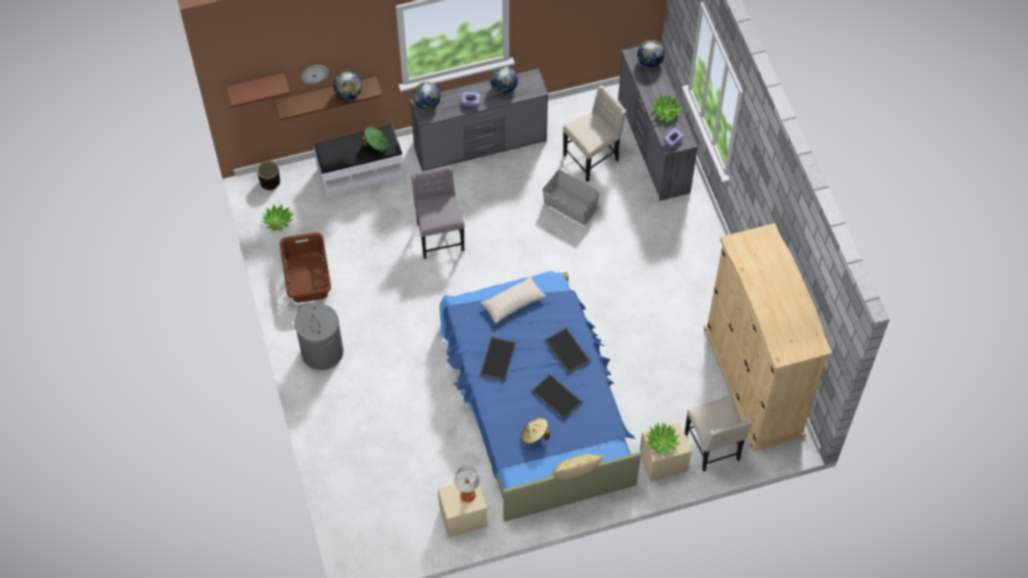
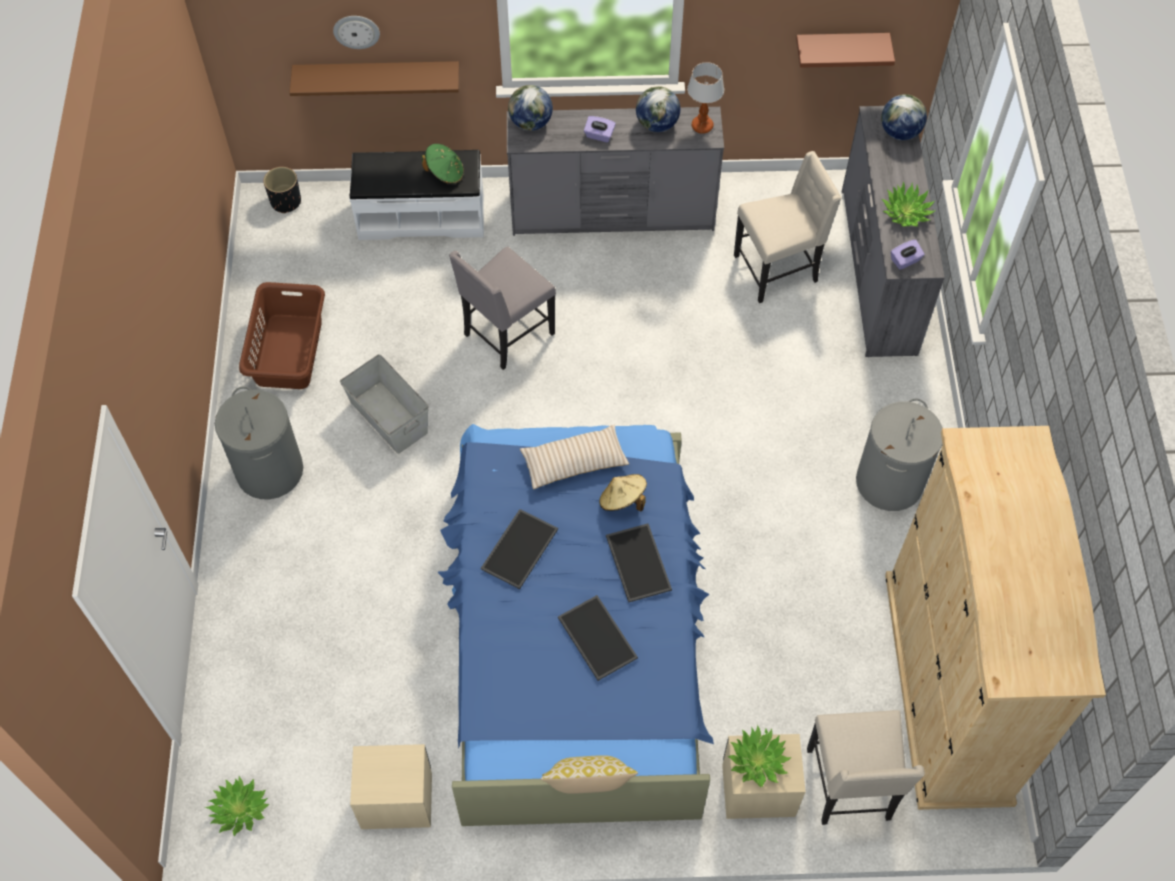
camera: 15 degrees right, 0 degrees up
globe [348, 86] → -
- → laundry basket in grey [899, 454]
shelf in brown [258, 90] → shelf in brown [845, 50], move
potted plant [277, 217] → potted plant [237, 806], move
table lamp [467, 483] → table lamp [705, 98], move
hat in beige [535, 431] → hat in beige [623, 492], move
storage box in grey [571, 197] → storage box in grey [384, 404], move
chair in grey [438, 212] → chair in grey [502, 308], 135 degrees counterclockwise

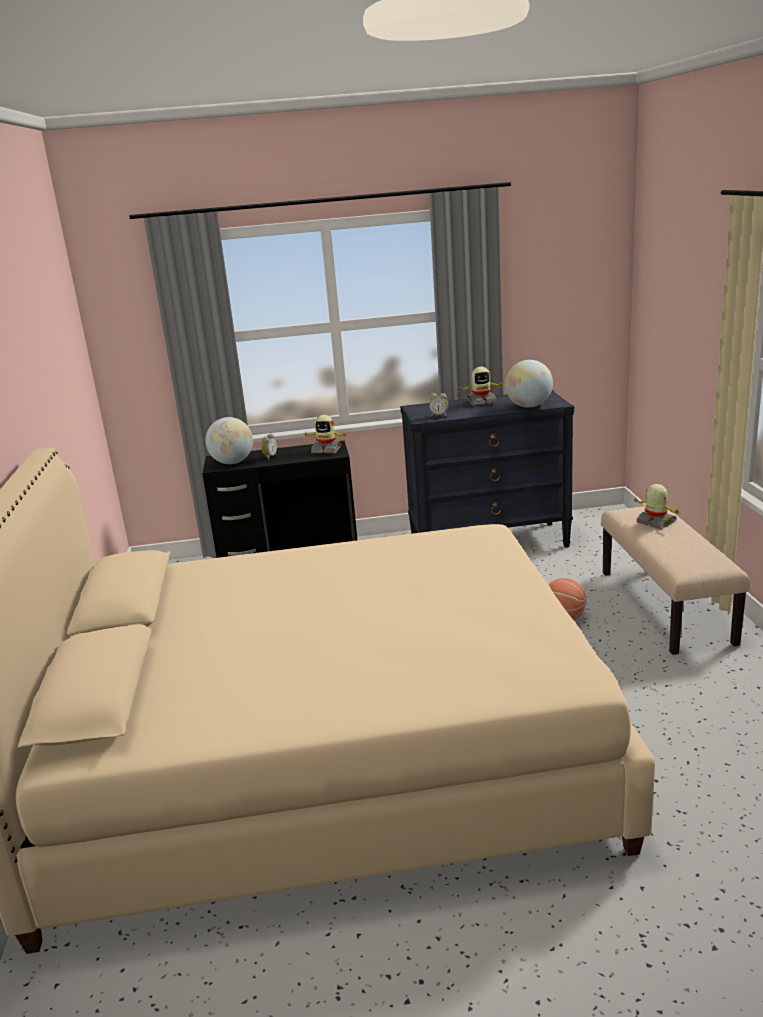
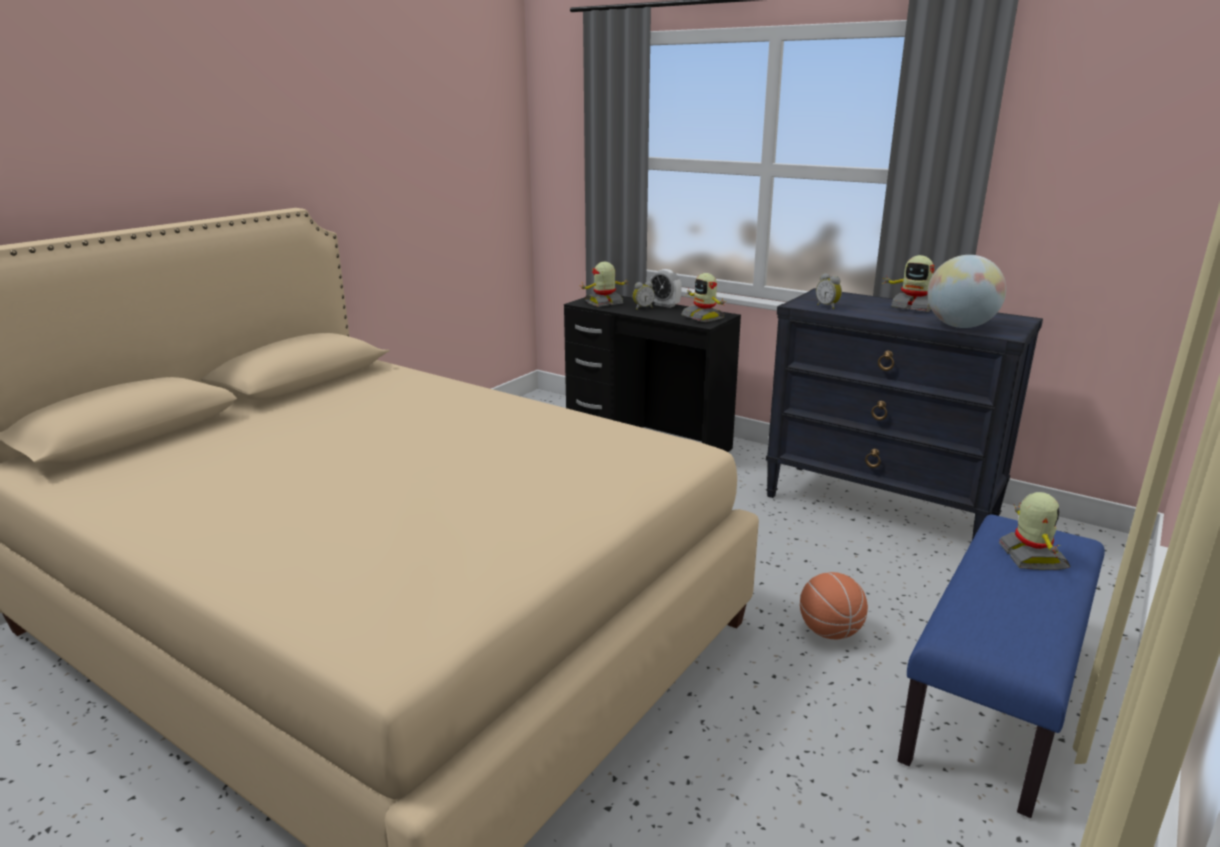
camera: 40 degrees right, 0 degrees up
- → alarm clock [665, 288]
globe [229, 440] → toy robot [605, 284]
bench in beige [675, 580] → bench in blue [1001, 666]

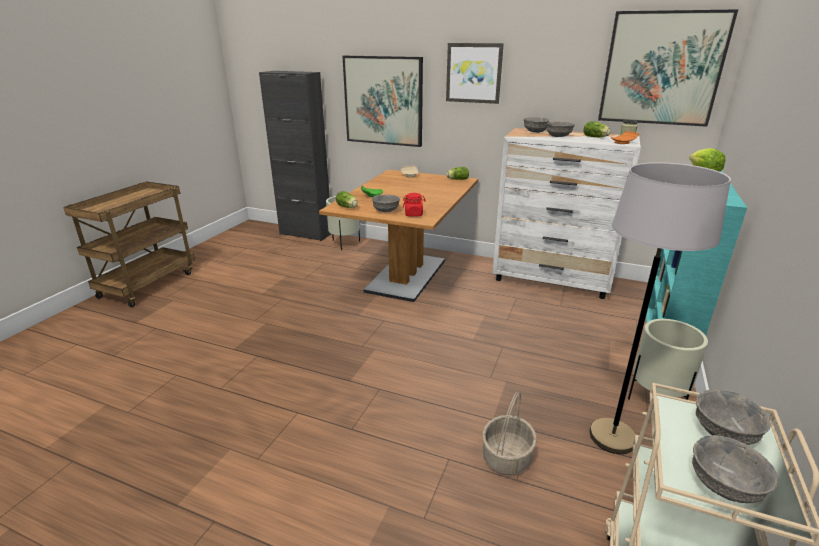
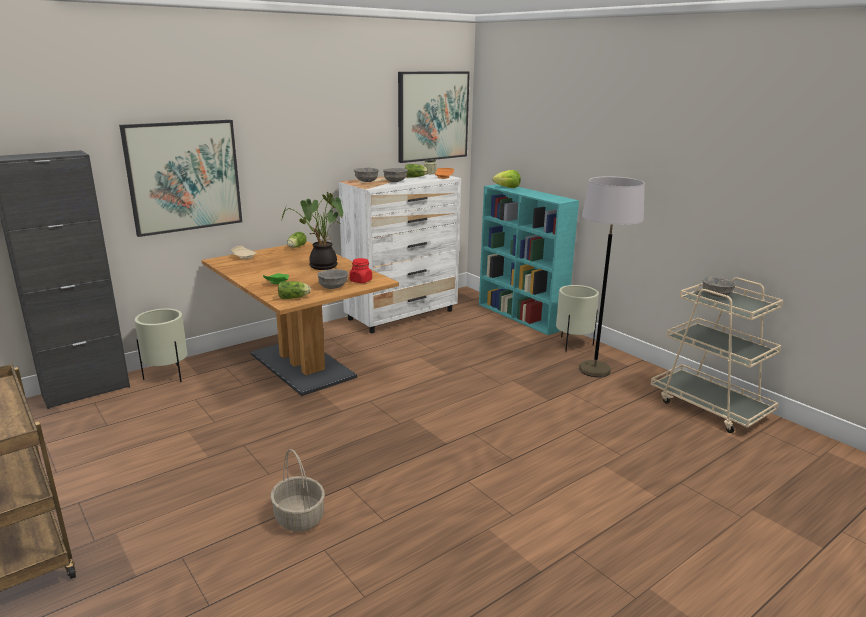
camera: 60 degrees left, 5 degrees down
picture [475, 73] → -
bowl in grey [735, 469] → -
- → potted plant [312, 231]
basket [509, 433] → basket [297, 490], move

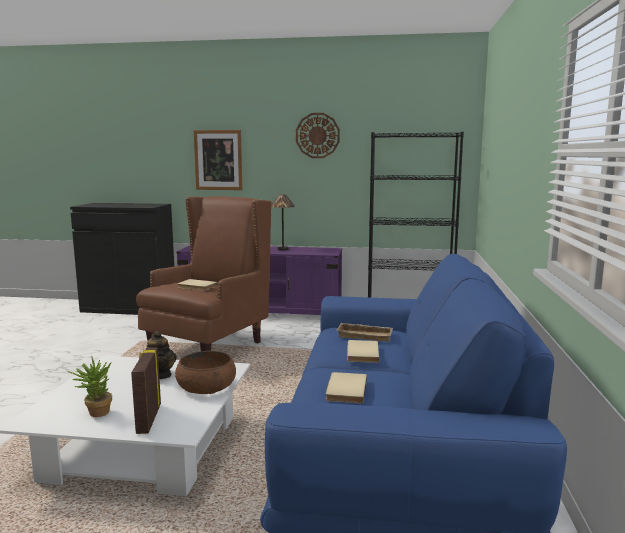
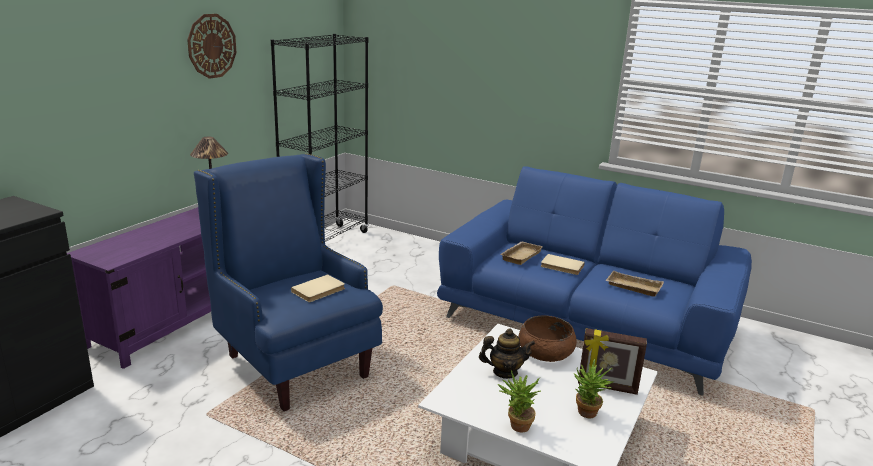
camera: 70 degrees left, 10 degrees up
picture [218, 160] → -
- → potted plant [519, 401]
book in beige [346, 387] → tray in beige [635, 283]
armchair in brown [203, 273] → armchair in blue [288, 282]

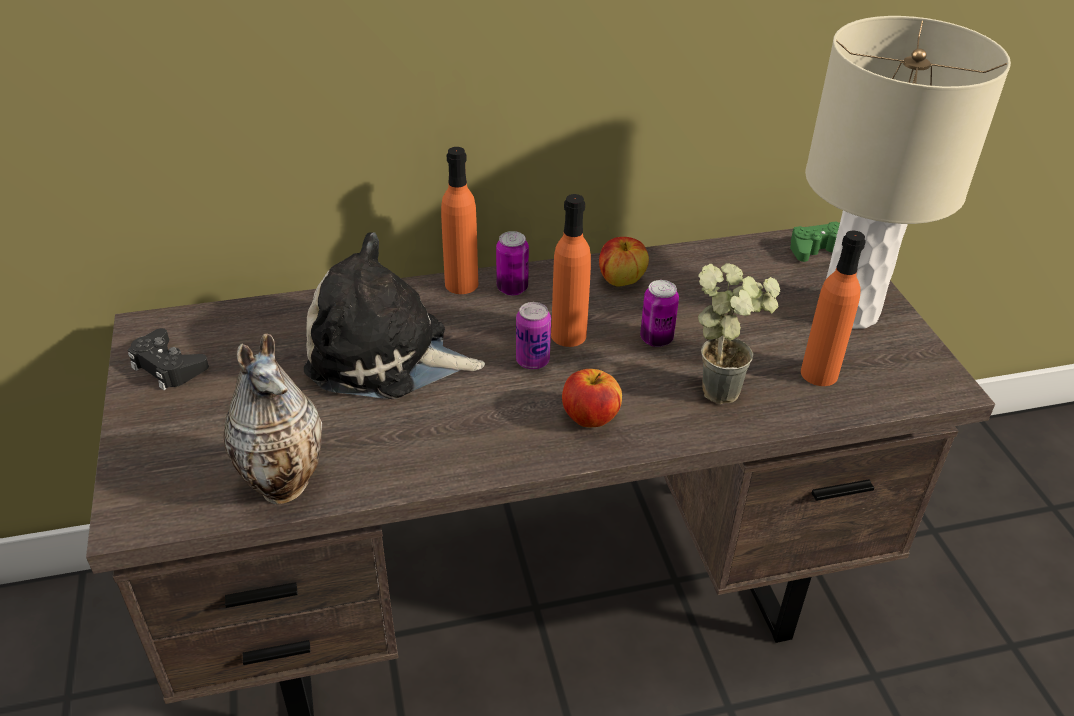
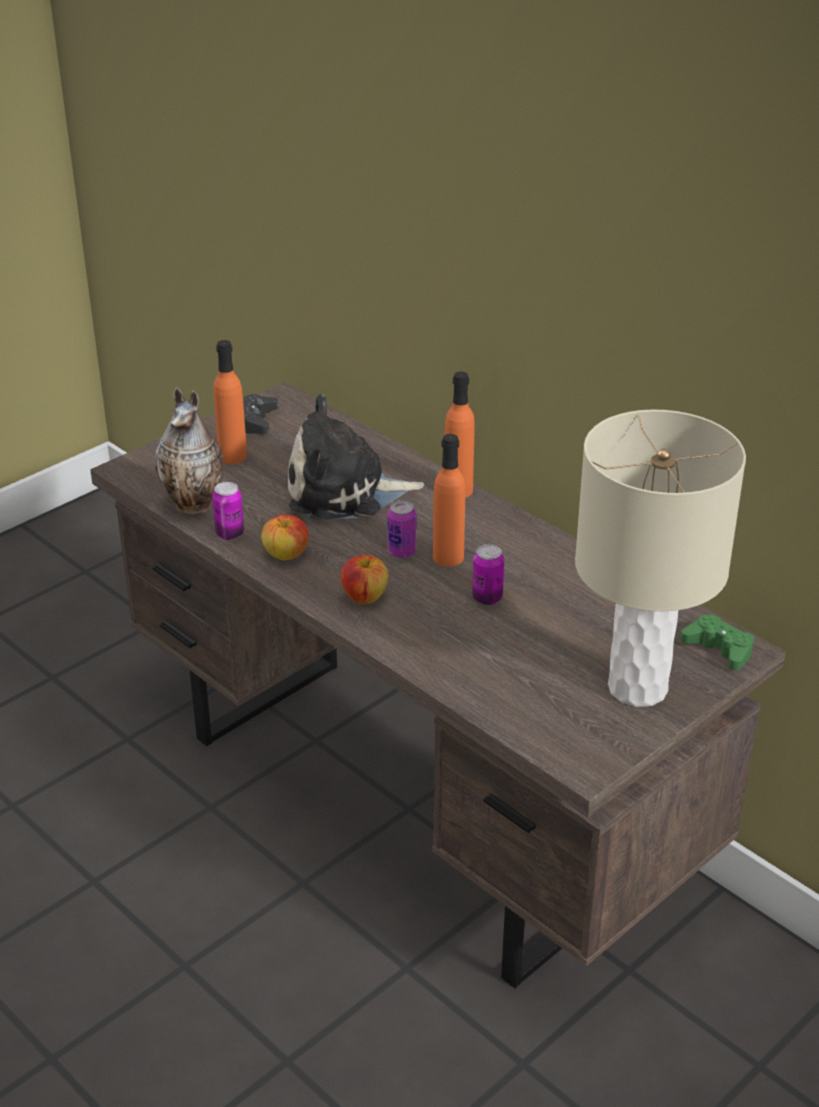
camera: 60 degrees right, 5 degrees down
potted plant [739, 333] → -
can [512, 263] → can [228, 511], move
apple [624, 262] → apple [285, 538], move
bottle in orange [833, 308] → bottle in orange [230, 402], move
plush toy [394, 315] → plush toy [356, 457], 75 degrees counterclockwise

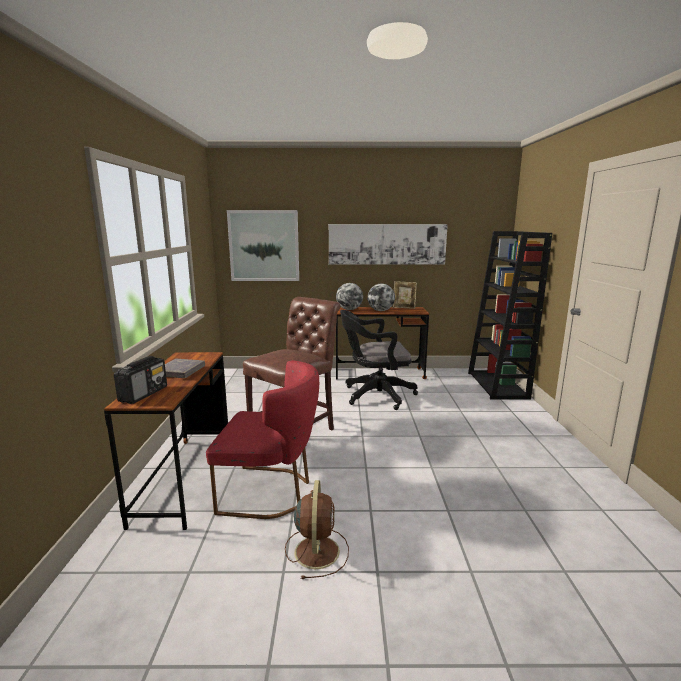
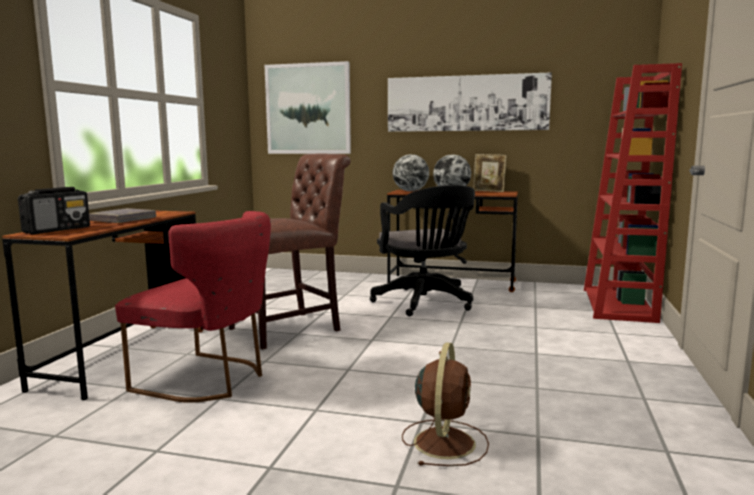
camera: 15 degrees right, 5 degrees down
fan in brown [317, 529] → fan in brown [445, 404], move
bookcase in black [510, 315] → bookcase in red [633, 193]
office chair in black [379, 360] → office chair in black [422, 250], 120 degrees counterclockwise

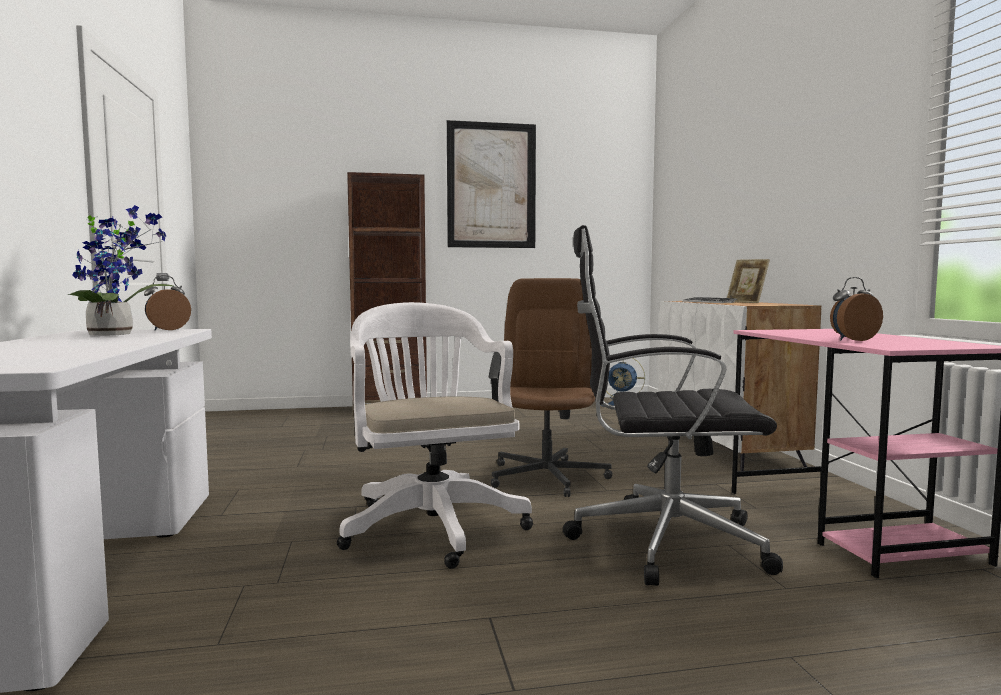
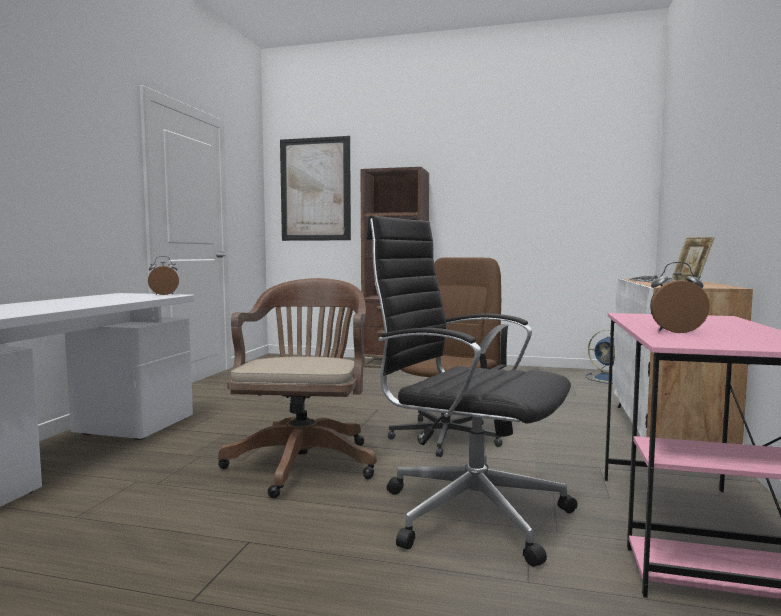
camera: 25 degrees right, 0 degrees up
potted plant [121, 270] → -
picture [491, 184] → picture [315, 188], move
office chair in white [435, 435] → office chair in brown [297, 388]

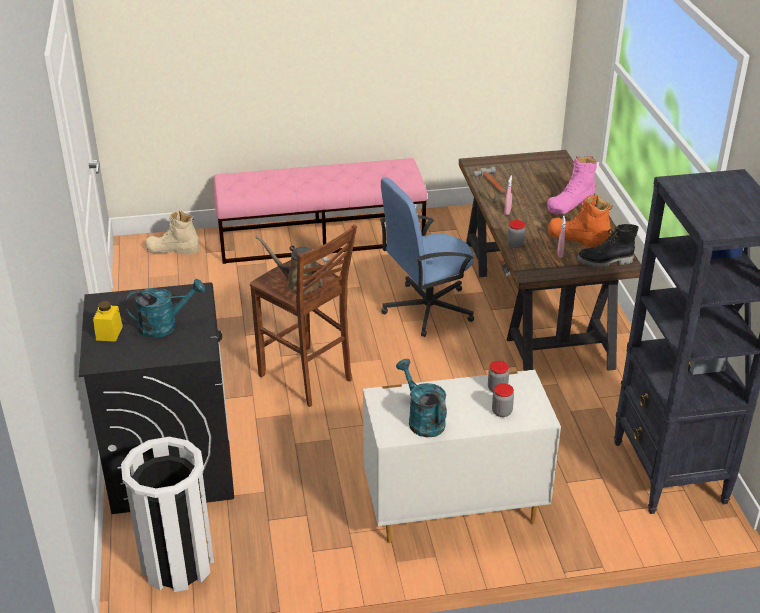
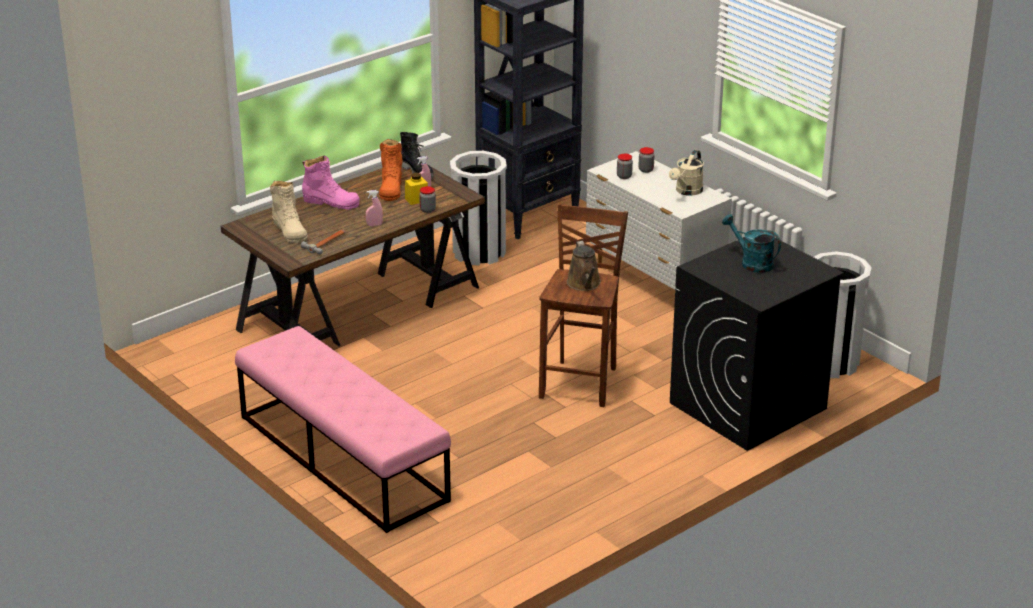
camera: 120 degrees left, 5 degrees down
office chair in blue [427, 257] → -
- → trash can in white [478, 208]
jar in yellow [108, 321] → jar in yellow [416, 189], move
boot in beige [172, 232] → boot in beige [288, 212], move
watering can in turquoise [421, 398] → watering can in beige [686, 173]

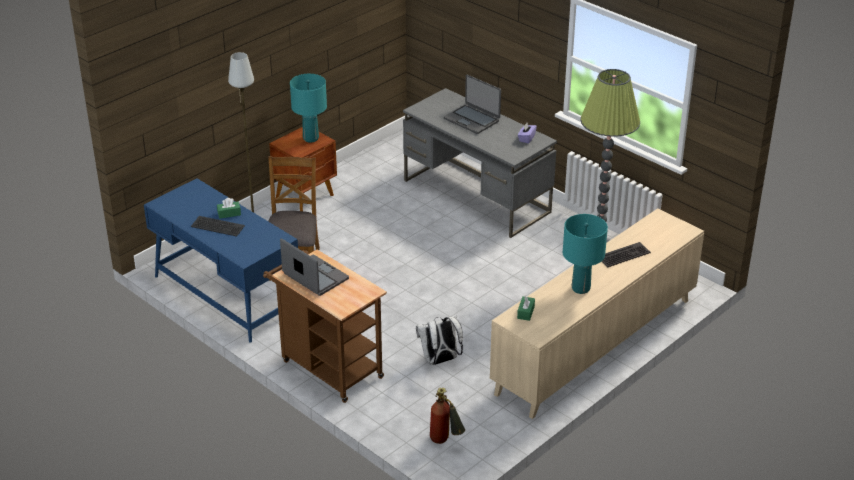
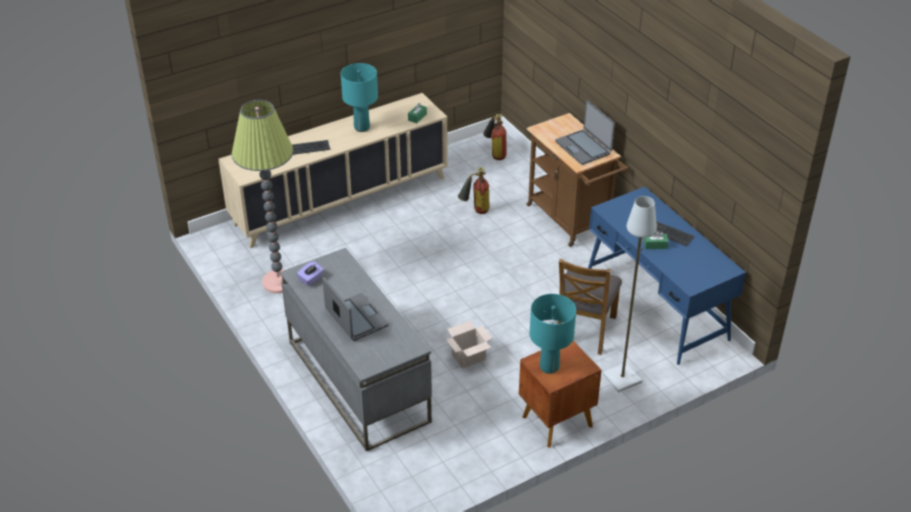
camera: 165 degrees left, 5 degrees up
- → cardboard box [469, 345]
backpack in white [439, 340] → fire extinguisher [474, 190]

